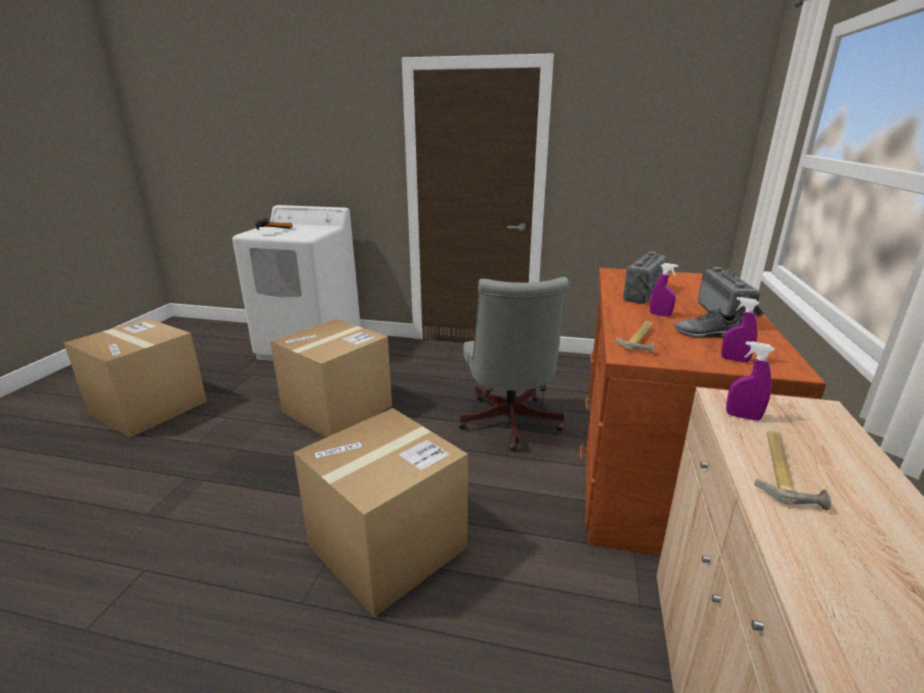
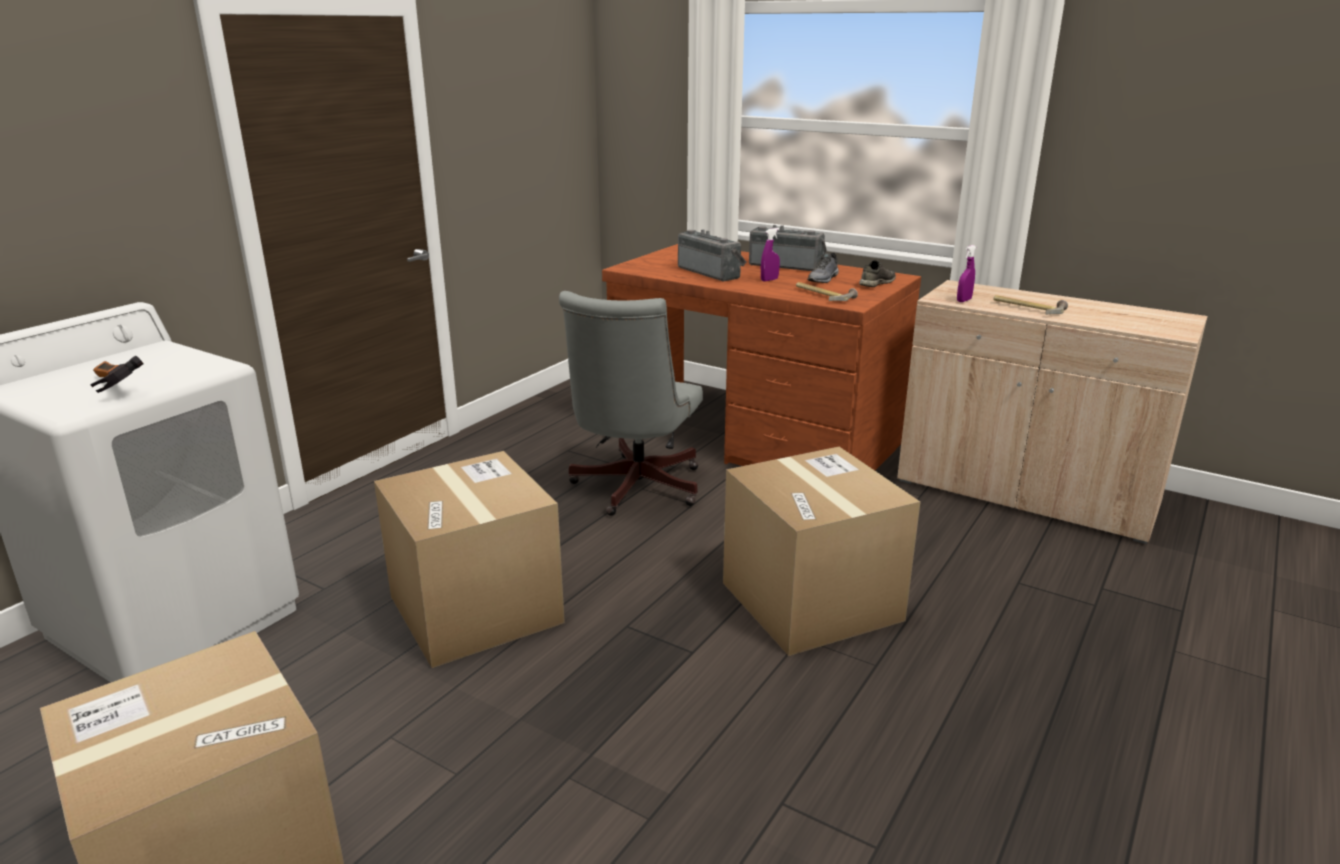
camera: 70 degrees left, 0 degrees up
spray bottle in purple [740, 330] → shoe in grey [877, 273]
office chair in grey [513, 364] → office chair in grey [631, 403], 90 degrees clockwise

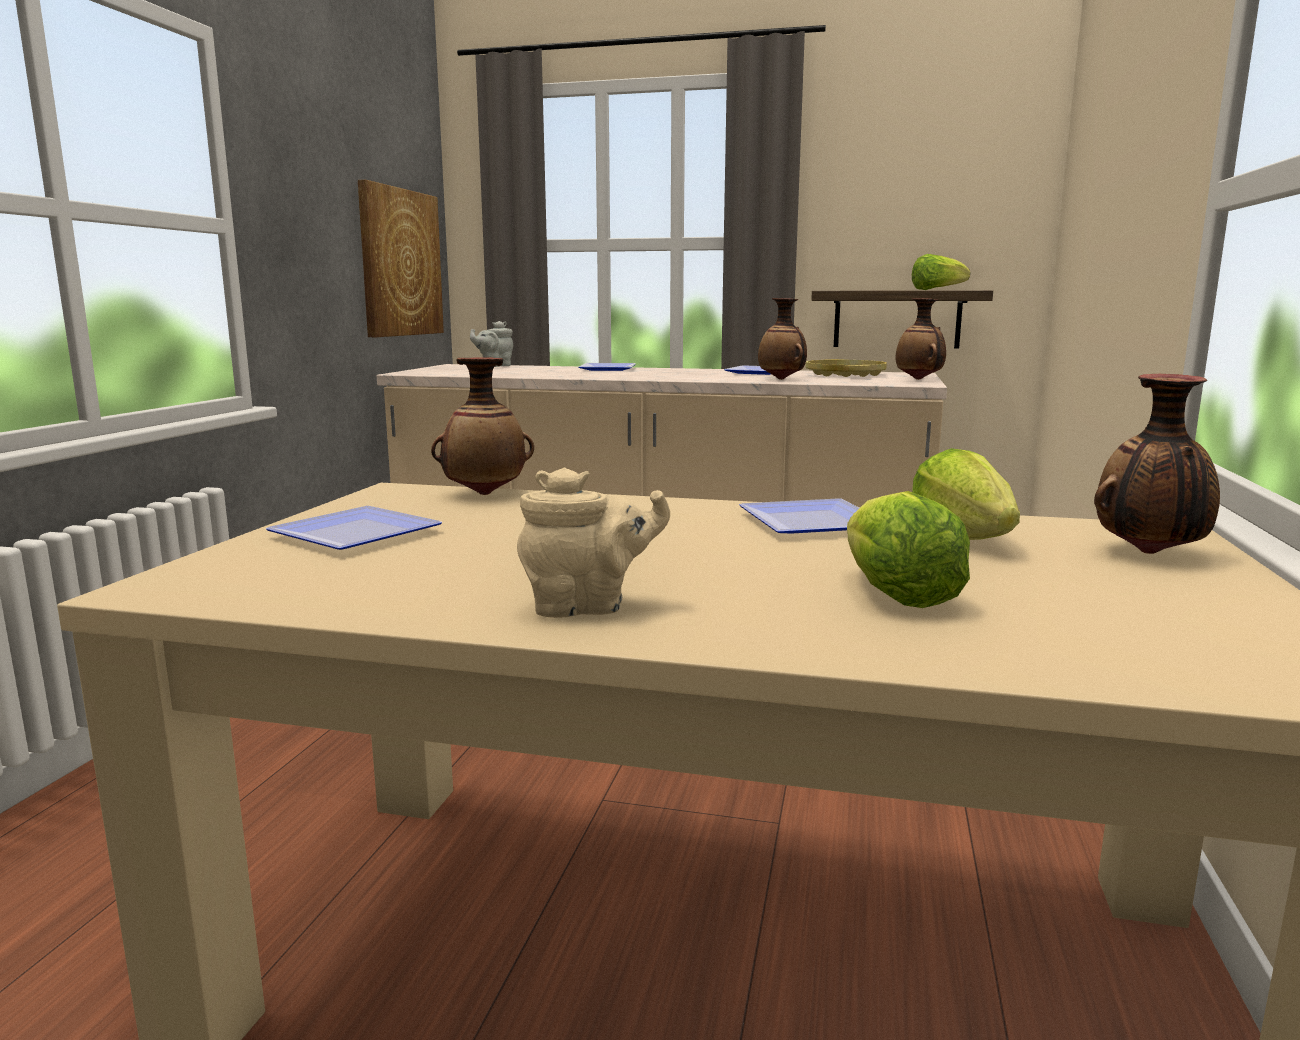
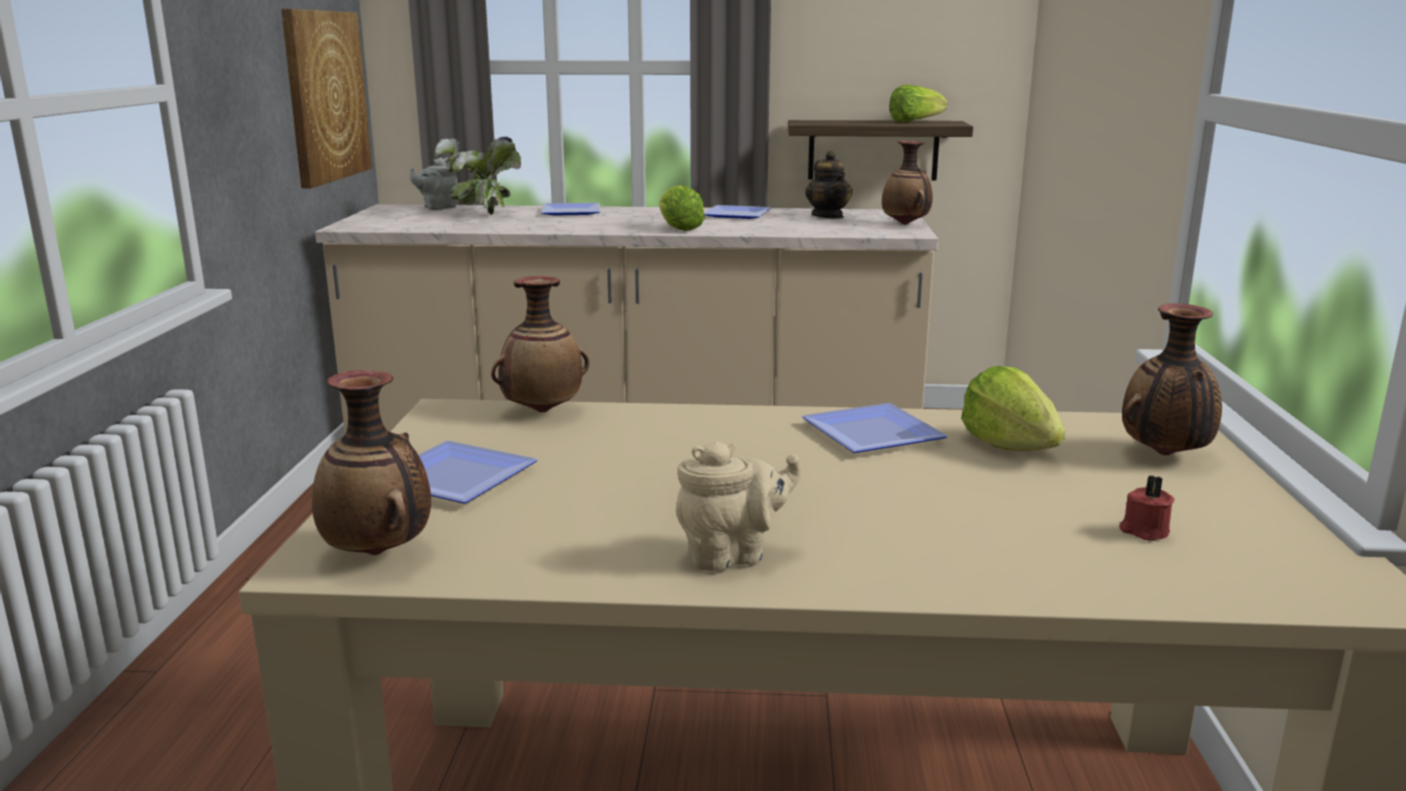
camera: 10 degrees left, 5 degrees up
- → potted plant [477, 176]
- → candle in red [1147, 508]
vase [782, 339] → vase [371, 462], move
lettuce [908, 549] → lettuce [682, 208], move
tray in yellow [846, 368] → teapot [829, 185]

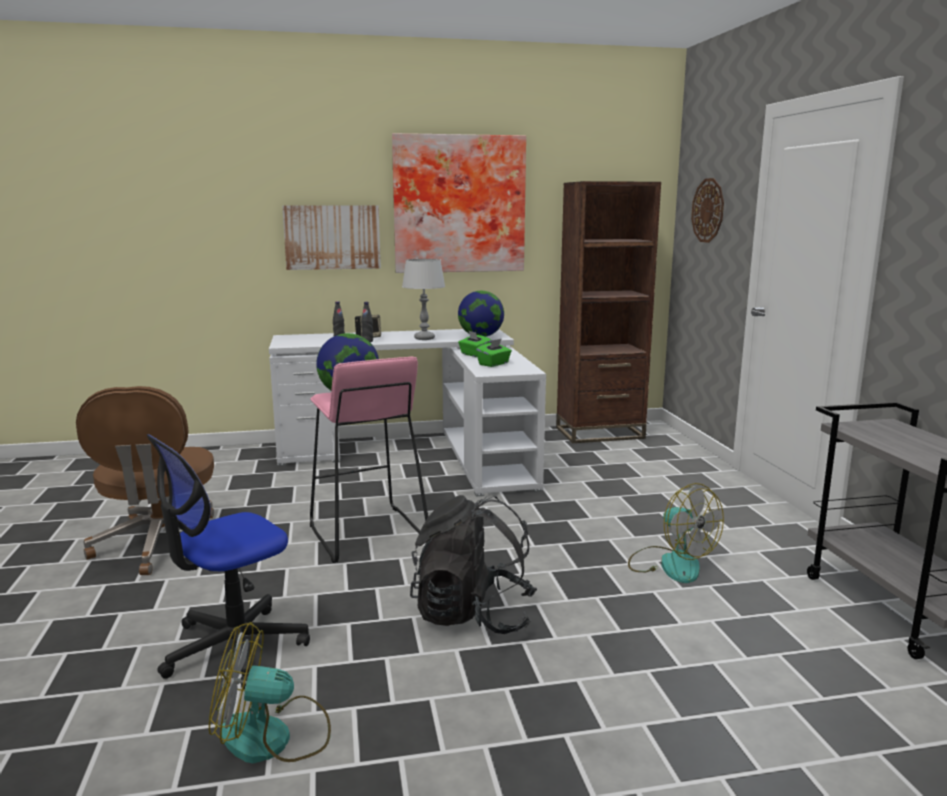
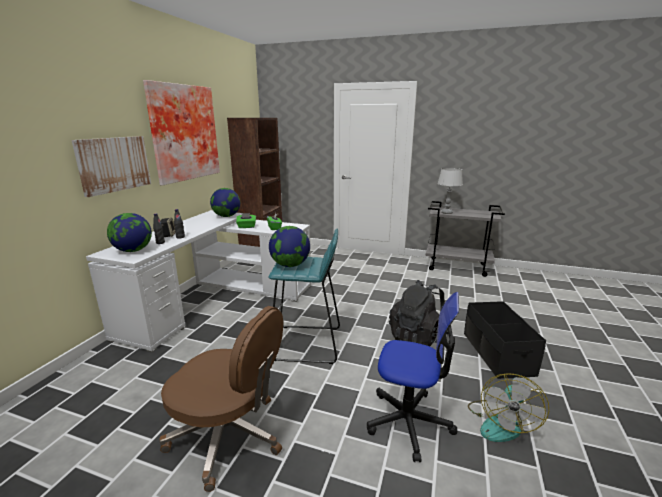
camera: 60 degrees left, 5 degrees up
fan [676, 533] → -
wall clock [707, 210] → -
- → globe [129, 232]
- → storage box in black [505, 340]
table lamp in grey [423, 299] → table lamp in grey [450, 191], move
stool in pink [369, 460] → stool in turquoise [304, 296]
office chair [228, 562] → office chair [413, 377], 60 degrees counterclockwise

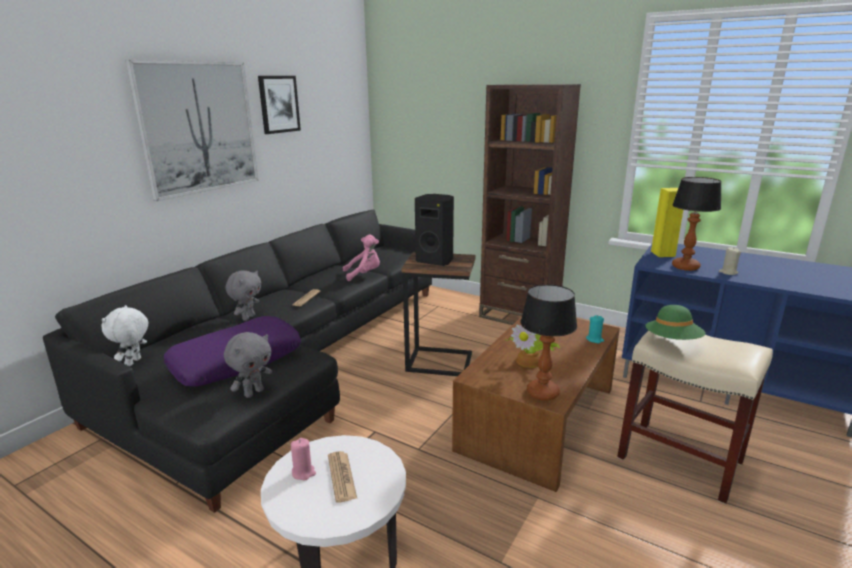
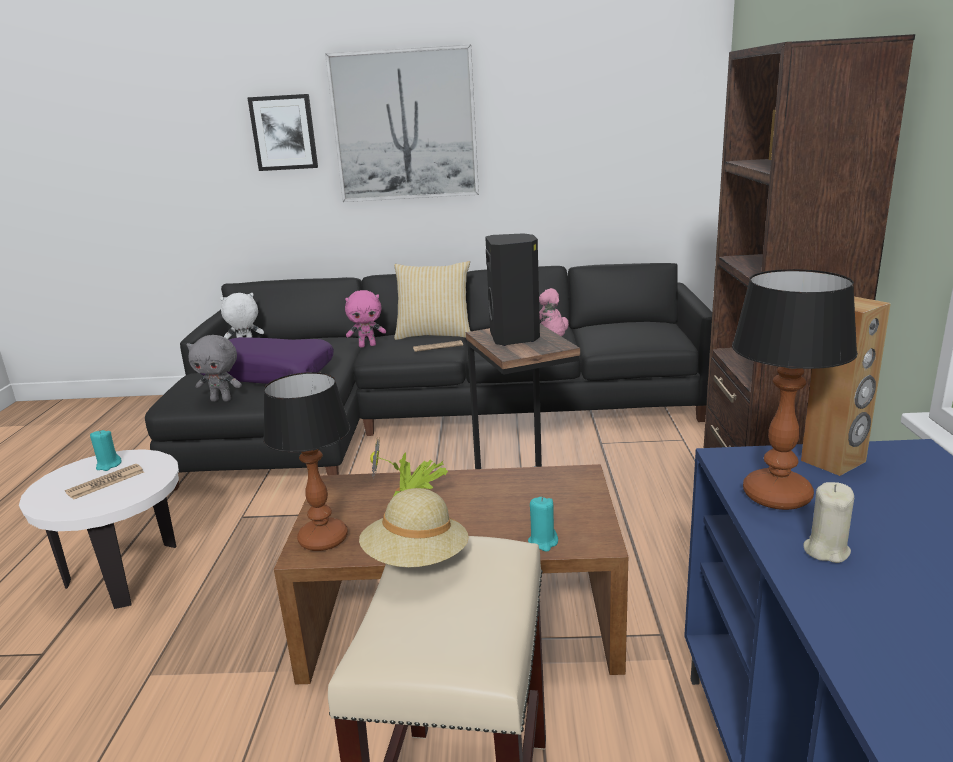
camera: 60 degrees right, 0 degrees up
- → pillow [432, 300]
picture [279, 105] → picture [282, 132], move
plush toy in grey [243, 295] → plush toy in pink [365, 319]
candle in pink [303, 459] → candle in turquoise [106, 450]
hat in green [676, 322] → hat in beige [414, 528]
speaker in yellow [667, 222] → speaker in brown [846, 386]

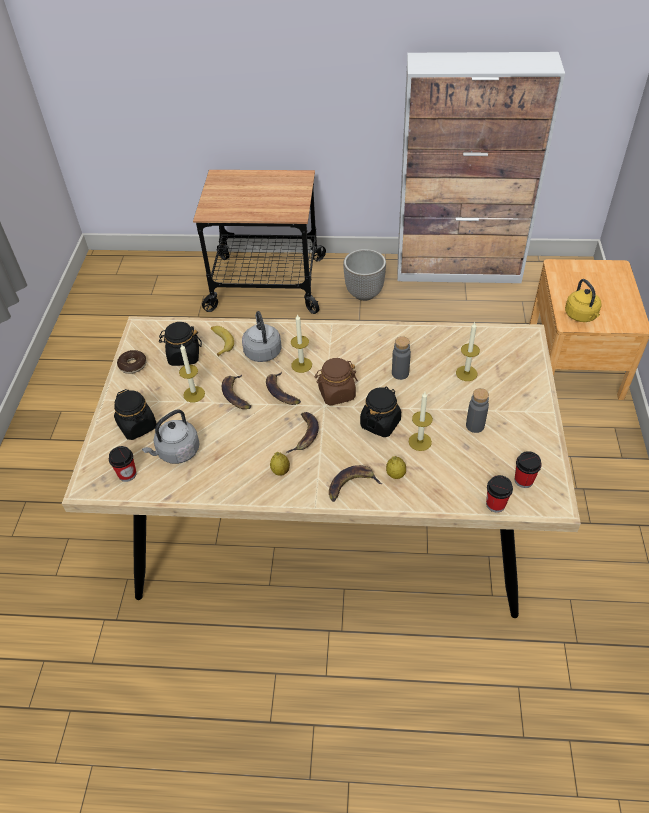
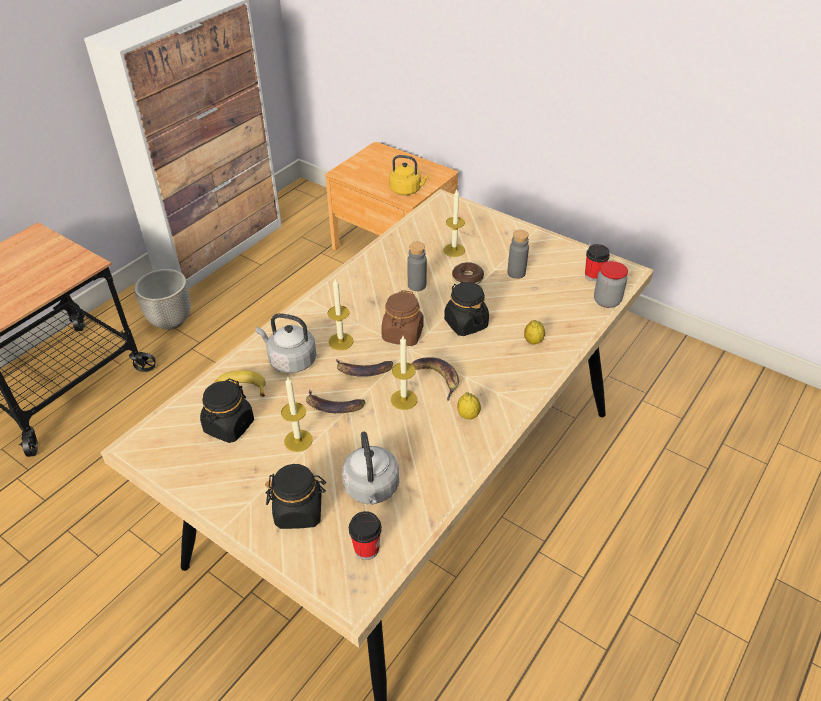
camera: 60 degrees left, 5 degrees down
banana [355, 483] → -
donut [132, 362] → donut [468, 273], move
candle [421, 421] → candle [404, 373], move
cup [499, 494] → jar [611, 284]

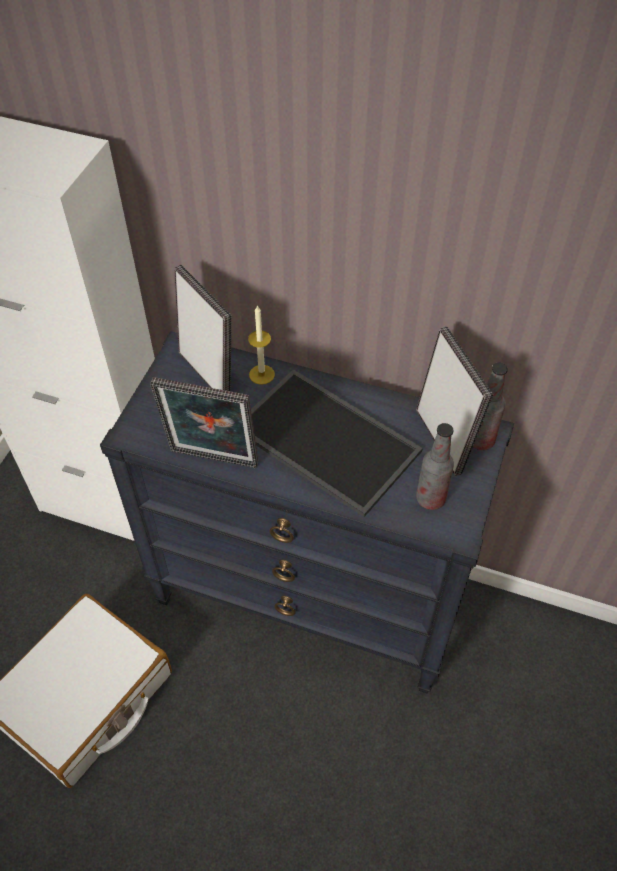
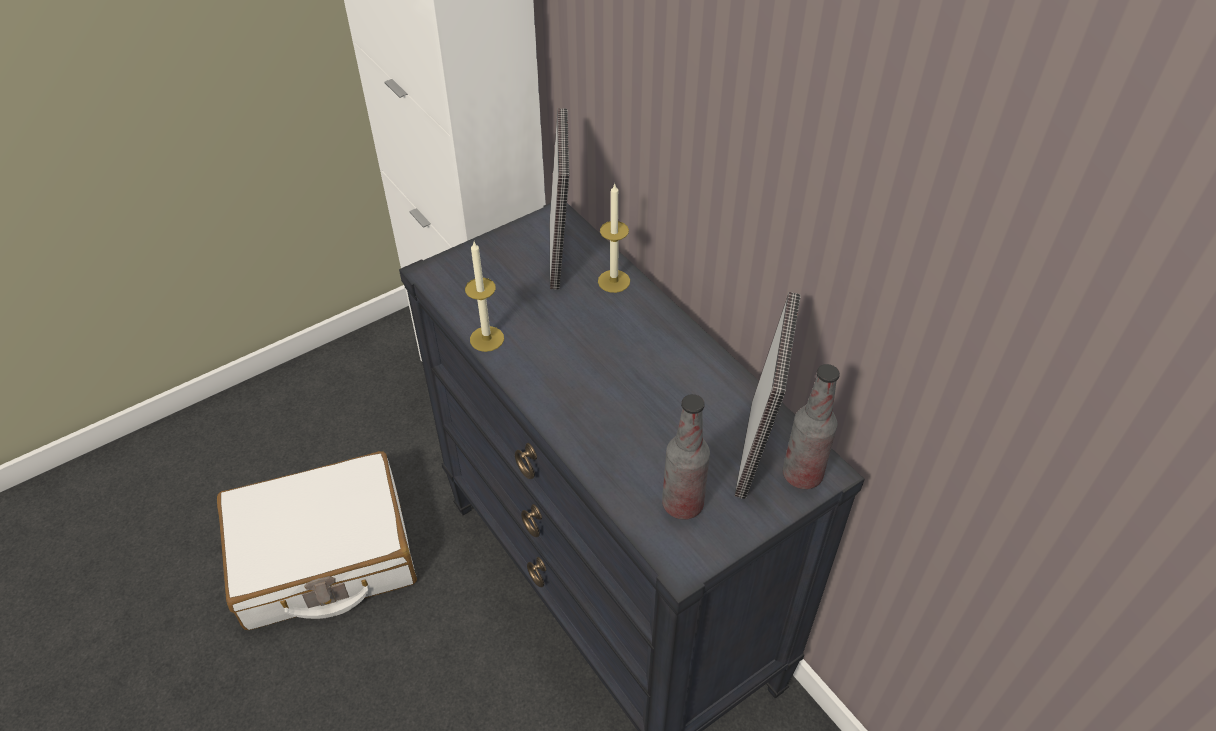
camera: 35 degrees right, 5 degrees down
tray [337, 443] → -
picture frame [204, 422] → candle [484, 297]

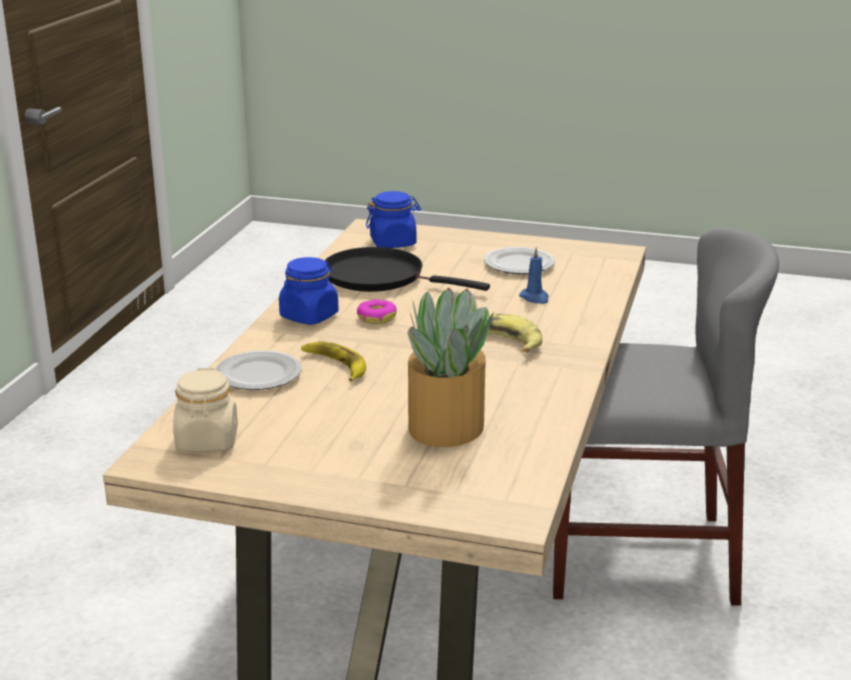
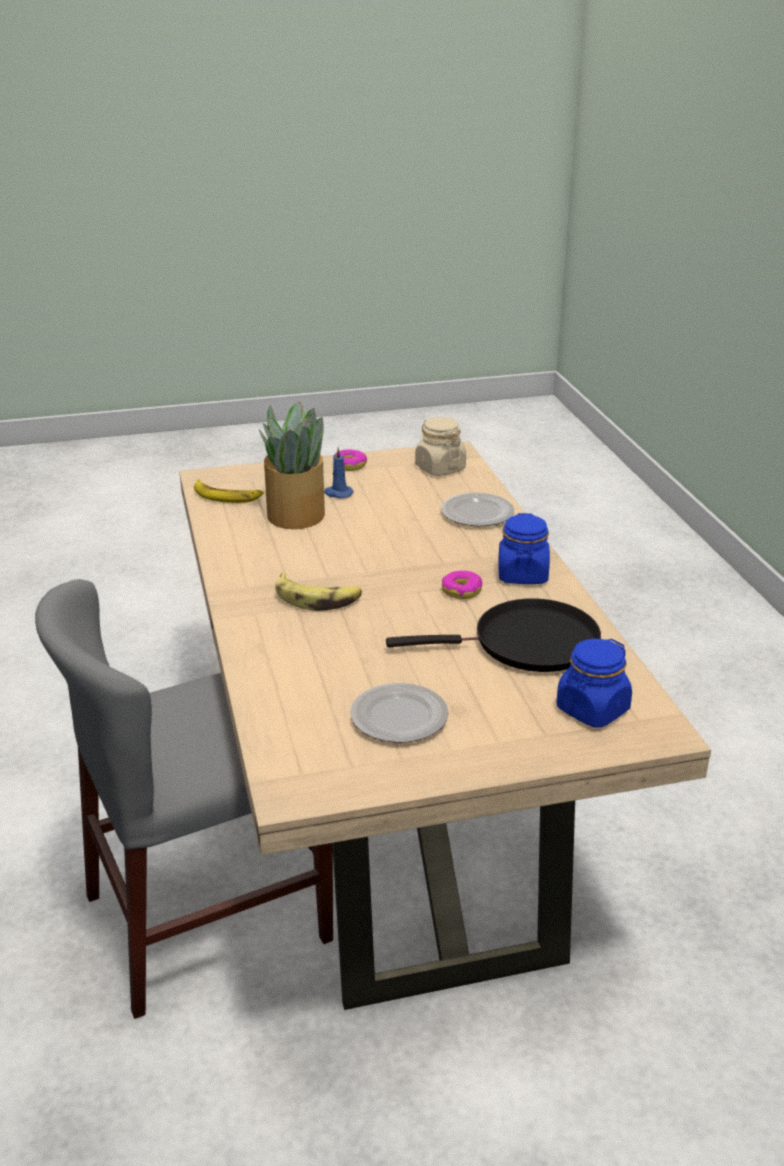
camera: 150 degrees right, 5 degrees up
- → donut [350, 460]
banana [333, 361] → banana [229, 491], move
candle in blue [534, 276] → candle in blue [339, 473], move

